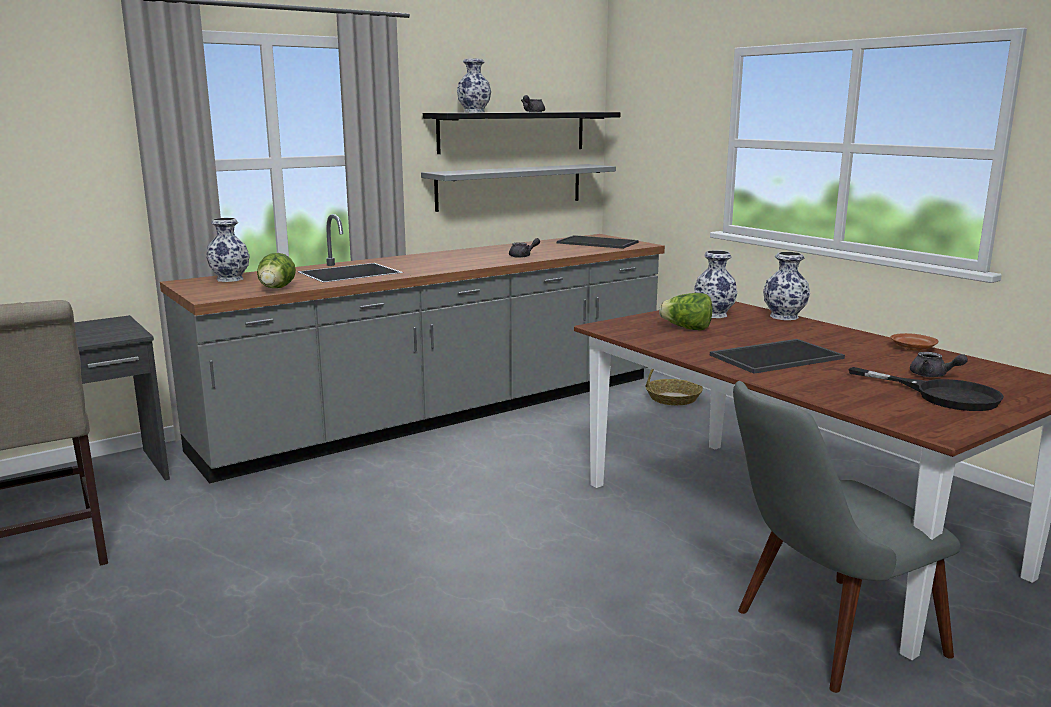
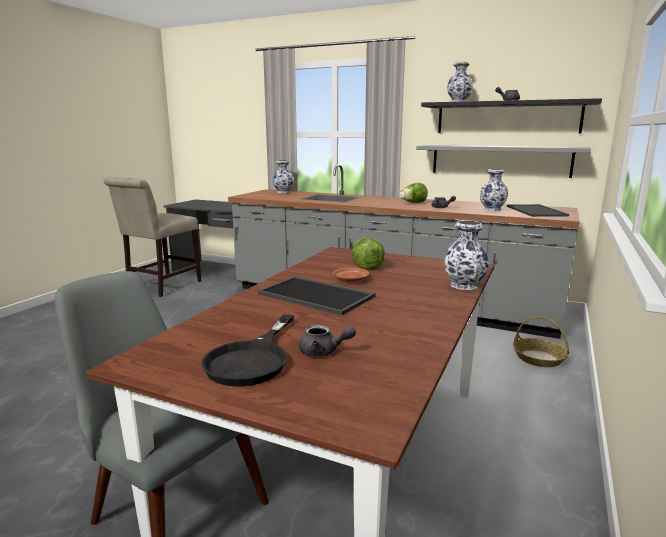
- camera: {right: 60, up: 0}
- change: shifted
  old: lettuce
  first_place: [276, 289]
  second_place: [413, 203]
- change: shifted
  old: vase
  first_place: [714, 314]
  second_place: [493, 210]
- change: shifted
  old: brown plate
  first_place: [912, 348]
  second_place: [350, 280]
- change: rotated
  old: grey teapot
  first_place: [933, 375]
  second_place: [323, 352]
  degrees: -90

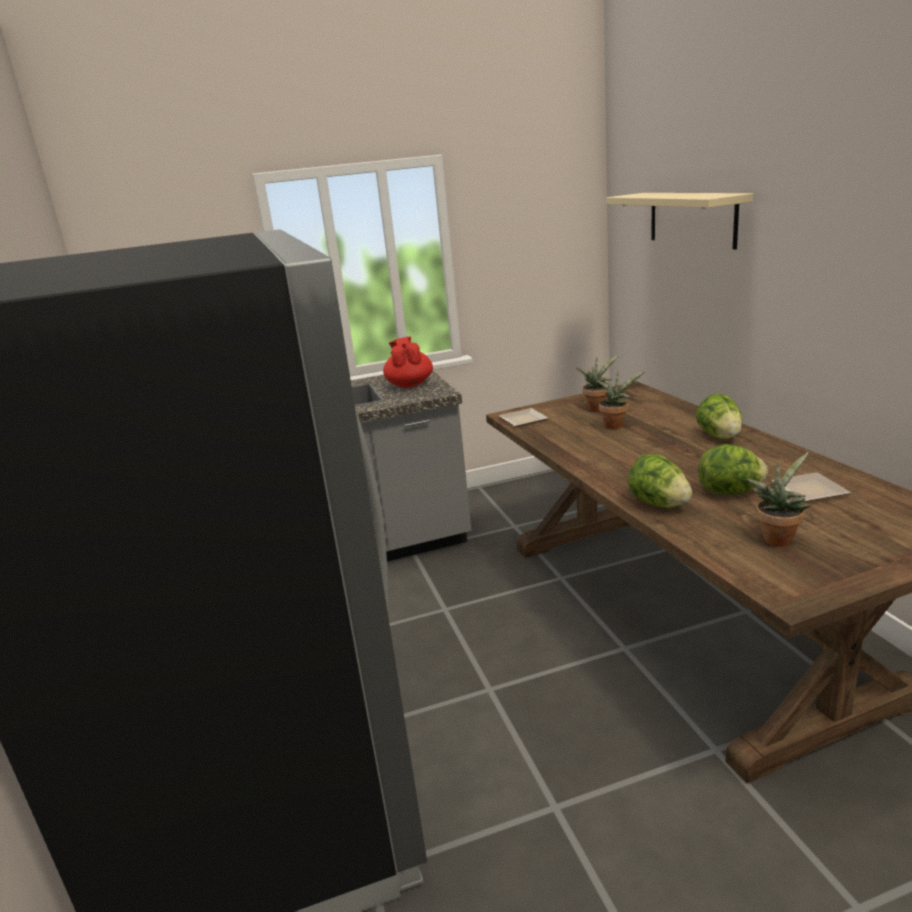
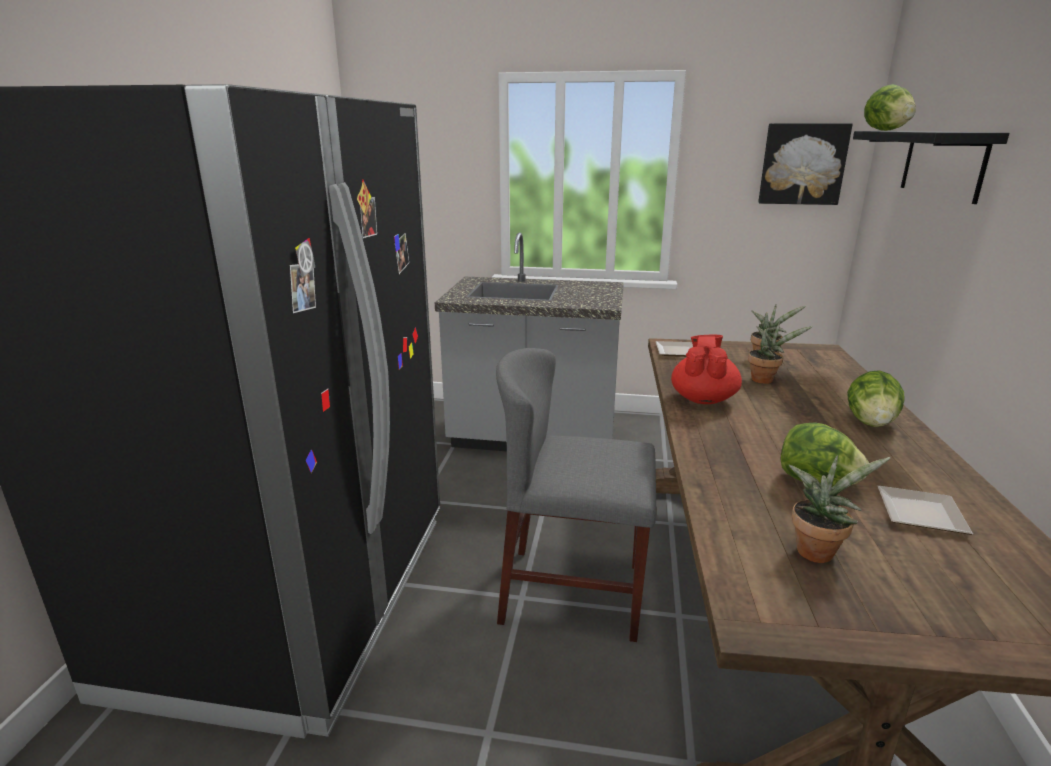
- camera: {right: 25, up: 0}
- change: new
  new: grey chair
  second_place: [572, 592]
- change: new
  new: picture
  second_place: [802, 164]
- change: shifted
  old: red teapot
  first_place: [409, 384]
  second_place: [703, 399]
- change: shifted
  old: lettuce
  first_place: [658, 504]
  second_place: [886, 130]
- change: repainted
  old: beige shelf
  new: black shelf
  first_place: [691, 218]
  second_place: [942, 163]

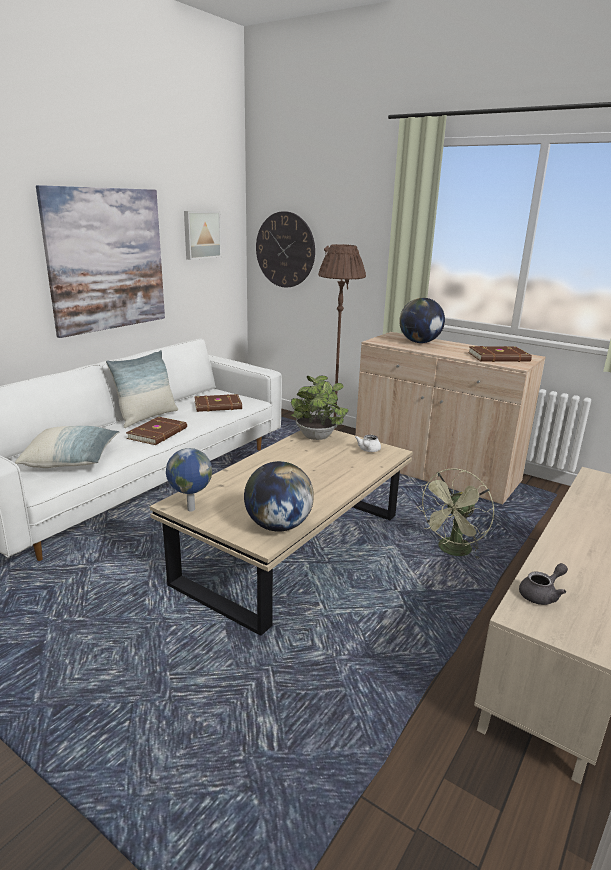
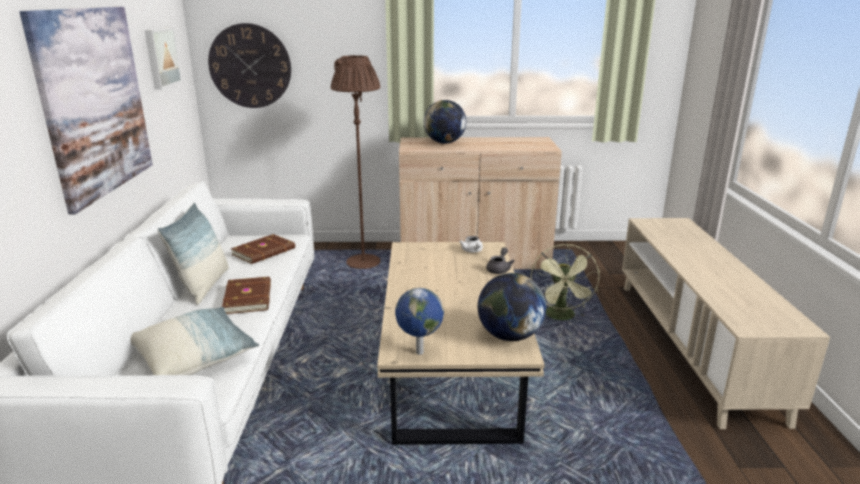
- camera: {right: -35, up: 0}
- change: gone
  old: potted plant
  first_place: [317, 438]
- change: gone
  old: brown book
  first_place: [499, 357]
- change: shifted
  old: grey teapot
  first_place: [542, 595]
  second_place: [499, 269]

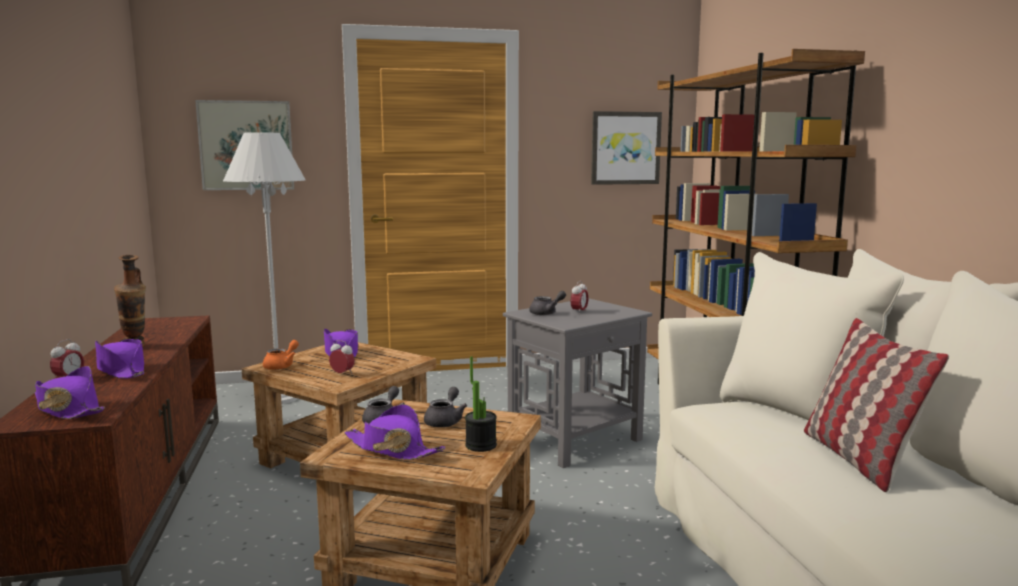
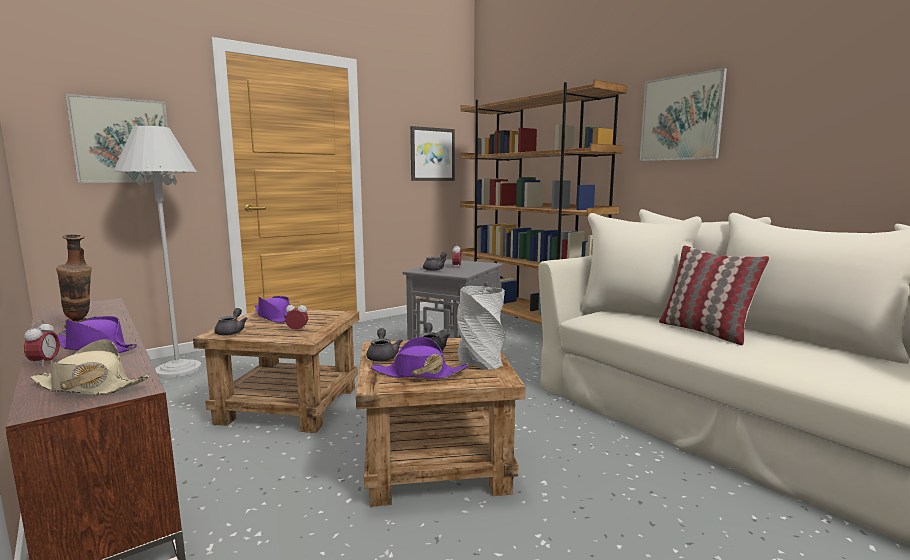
- camera: {right: -25, up: 0}
- change: new
  new: picture
  second_place: [681, 118]
- change: swapped
  old: potted plant
  new: grey vase
  first_place: [481, 445]
  second_place: [480, 360]
- change: repainted
  old: purple hat
  new: beige hat
  first_place: [68, 409]
  second_place: [90, 387]
- change: repainted
  old: orange teapot
  new: grey teapot
  first_place: [282, 366]
  second_place: [231, 331]

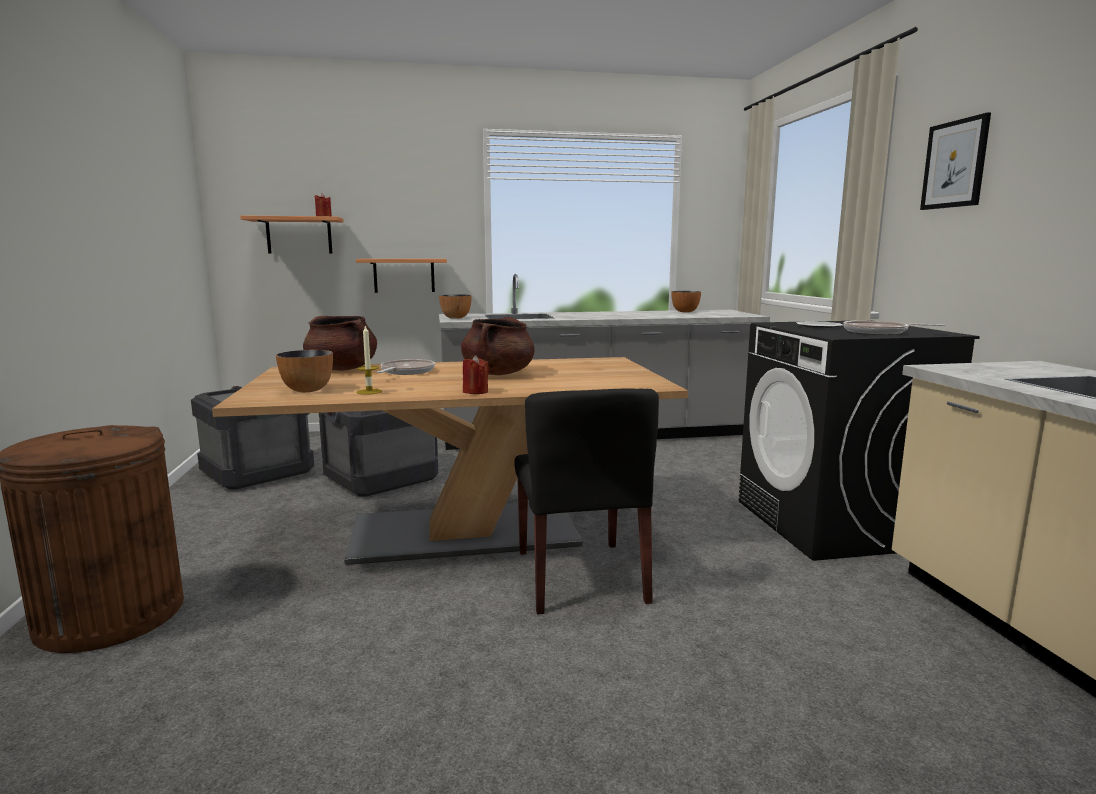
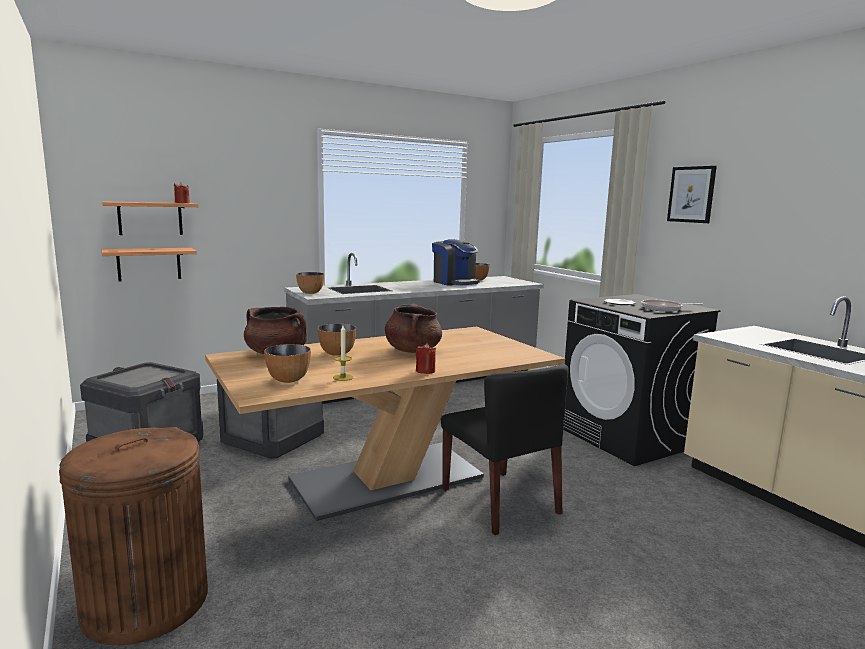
- camera: {right: -20, up: 0}
- change: new
  new: coffee machine
  second_place: [454, 282]
- change: shifted
  old: shelf
  first_place: [404, 275]
  second_place: [149, 264]
- change: swapped
  old: frying pan
  new: bowl
  first_place: [406, 372]
  second_place: [337, 353]

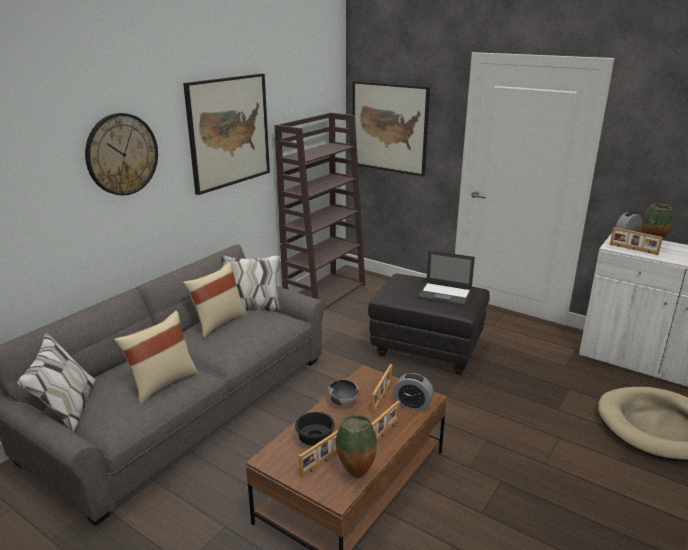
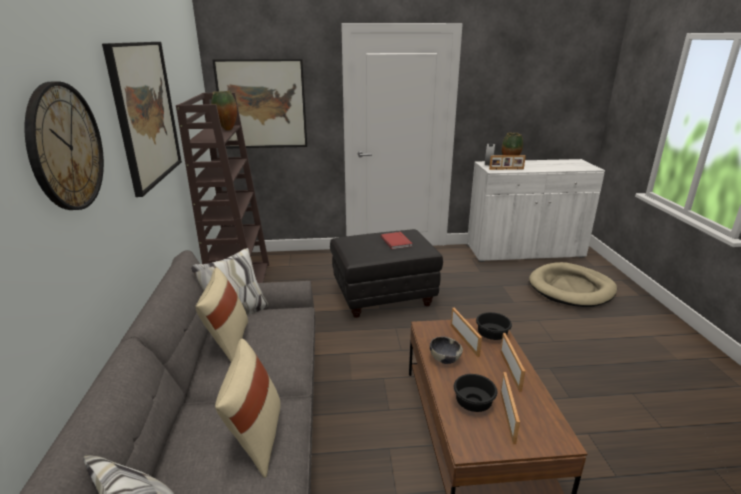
- camera: {right: -40, up: 0}
- change: shifted
  old: vase
  first_place: [355, 473]
  second_place: [226, 130]
- change: swapped
  old: alarm clock
  new: black bowl
  first_place: [412, 404]
  second_place: [492, 334]
- change: swapped
  old: laptop
  new: red book
  first_place: [445, 294]
  second_place: [397, 241]

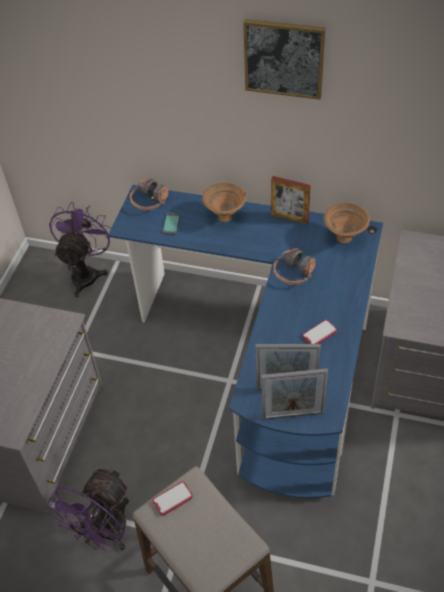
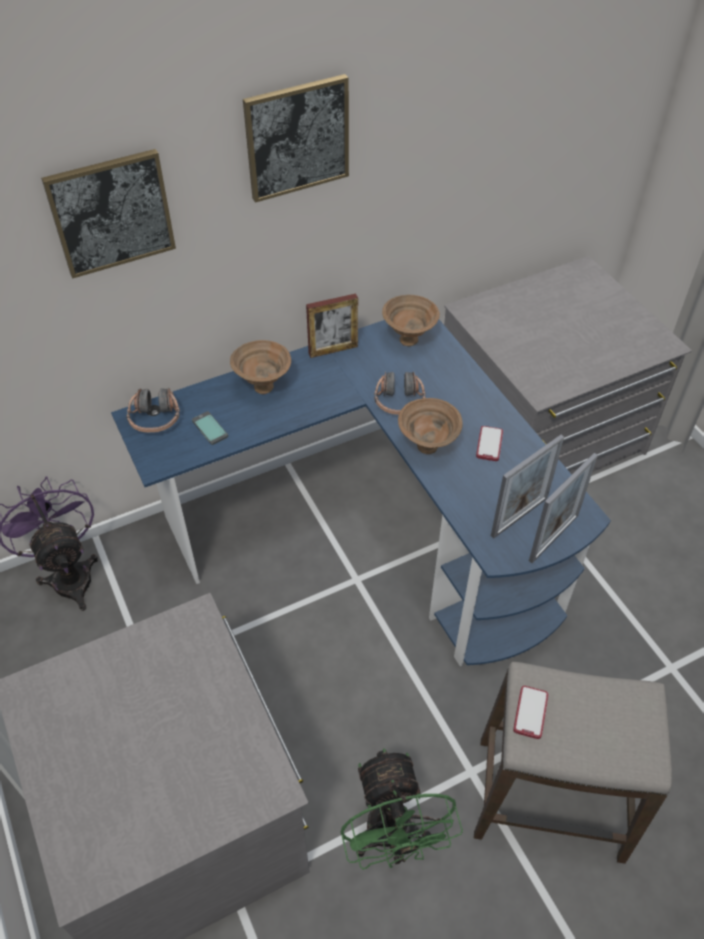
- camera: {right: -45, up: 0}
- change: new
  new: picture
  second_place: [111, 213]
- change: new
  new: brown bowl
  second_place: [428, 447]
- change: repainted
  old: purple fan
  new: green fan
  first_place: [105, 533]
  second_place: [392, 839]

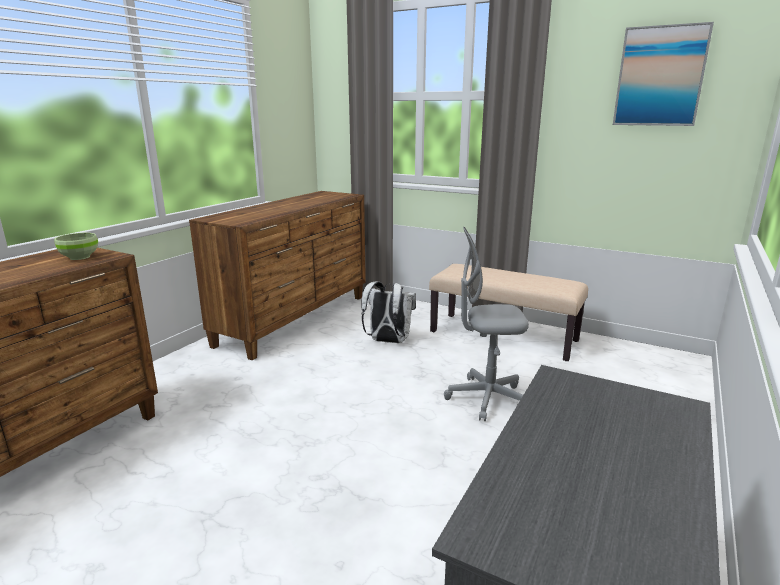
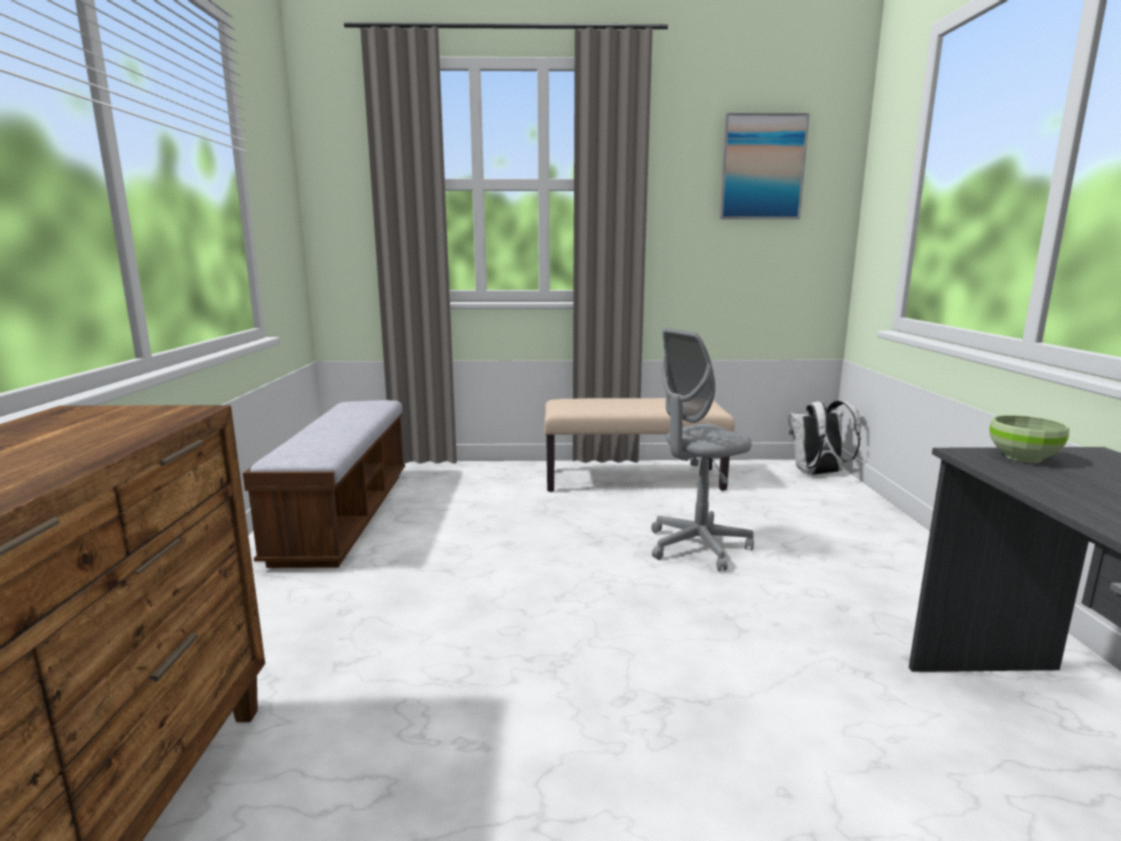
- camera: {right: -30, up: -5}
- change: shifted
  old: green bowl
  first_place: [79, 257]
  second_place: [1022, 458]
- change: shifted
  old: white backpack
  first_place: [387, 341]
  second_place: [818, 473]
- change: swapped
  old: brown dresser
  new: bench
  first_place: [296, 320]
  second_place: [344, 515]

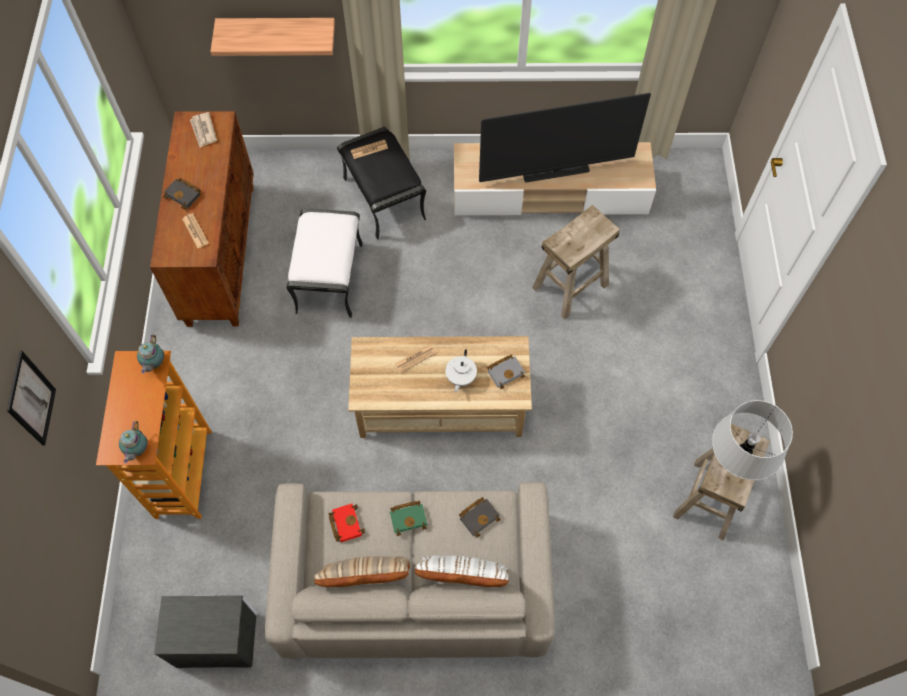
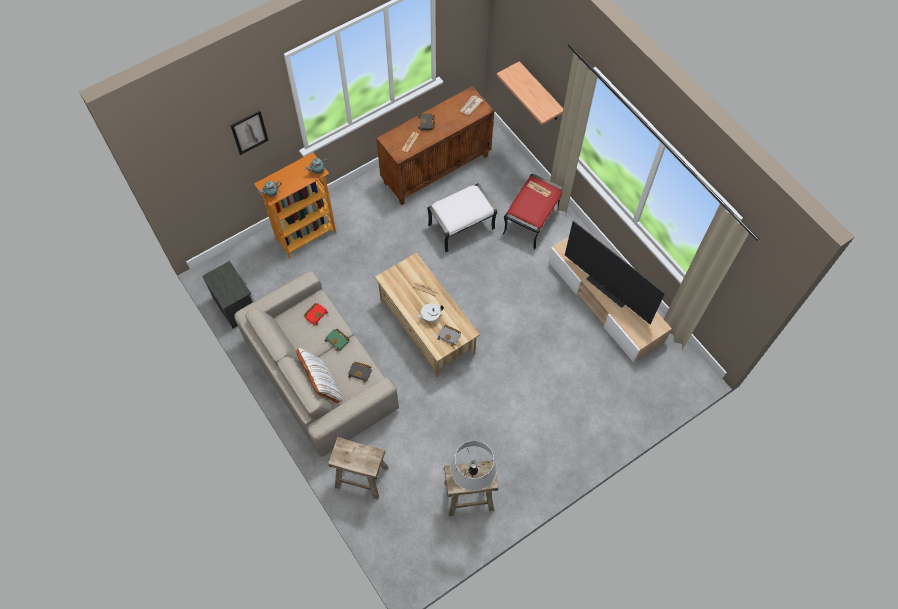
- camera: {right: 55, up: 0}
- change: gone
  old: beige pillow
  first_place: [367, 581]
- change: shifted
  old: beige stool
  first_place: [570, 286]
  second_place: [361, 477]
- change: repainted
  old: black ottoman
  new: red ottoman
  first_place: [383, 198]
  second_place: [531, 220]

